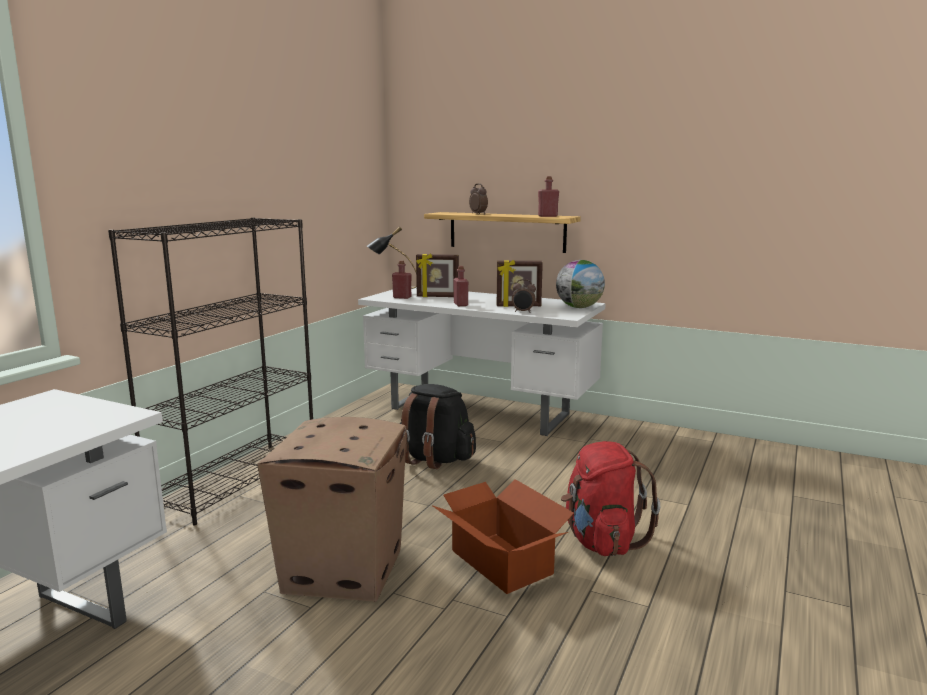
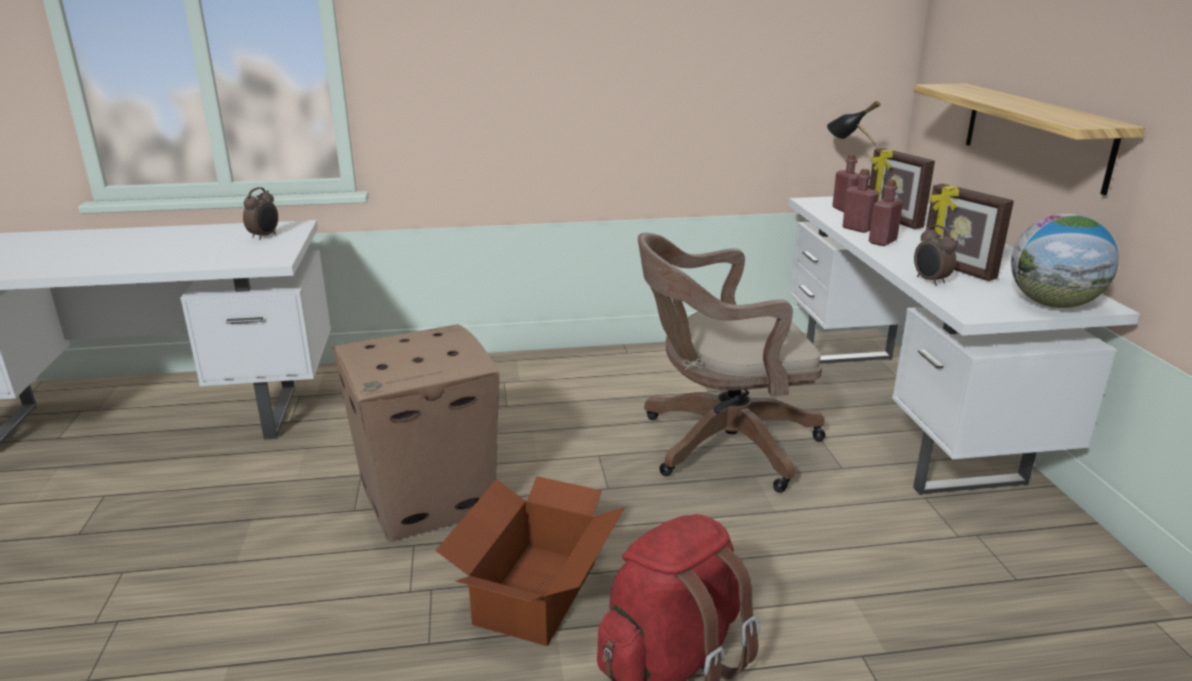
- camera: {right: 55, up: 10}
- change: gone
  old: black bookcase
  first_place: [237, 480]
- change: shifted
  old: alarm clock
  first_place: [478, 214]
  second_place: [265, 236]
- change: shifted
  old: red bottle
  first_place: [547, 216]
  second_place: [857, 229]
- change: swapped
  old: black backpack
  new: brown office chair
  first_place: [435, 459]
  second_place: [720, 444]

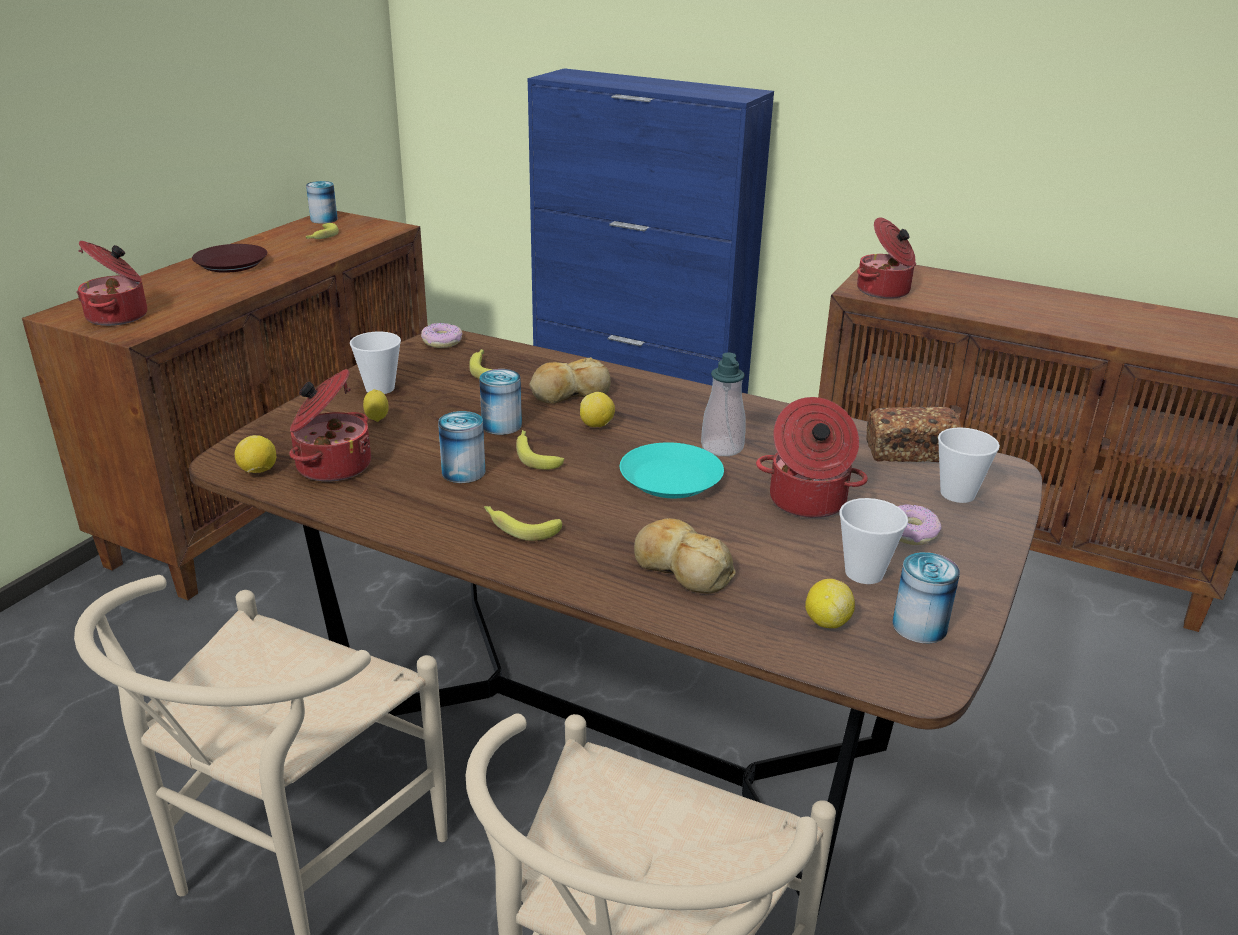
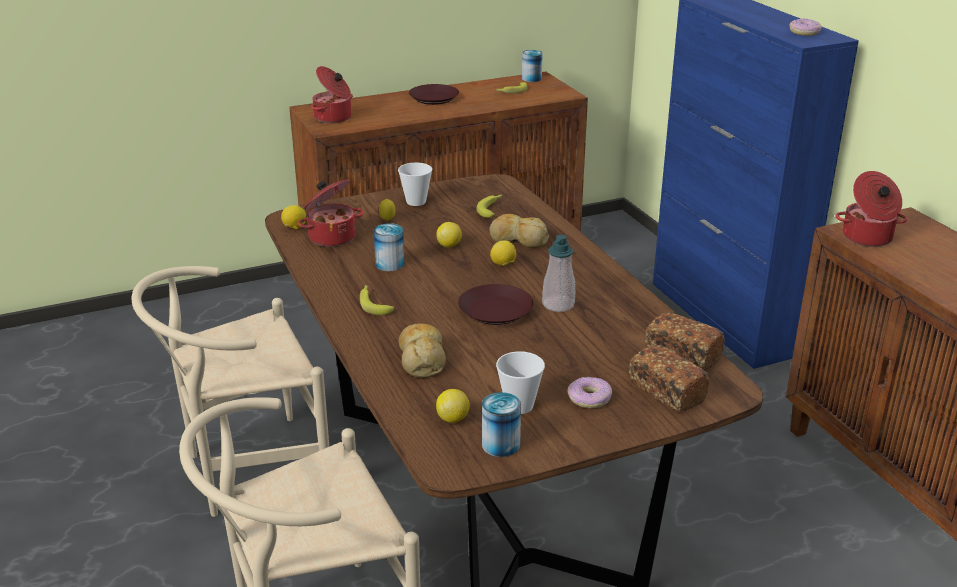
- camera: {right: 40, up: 0}
- change: gone
  old: banana
  first_place: [535, 455]
- change: gone
  old: cooking pot
  first_place: [807, 502]
- change: shifted
  old: donut
  first_place: [442, 342]
  second_place: [804, 32]
- change: swapped
  old: can
  new: lemon
  first_place: [501, 425]
  second_place: [449, 245]
- change: swapped
  old: cup
  new: bread
  first_place: [957, 494]
  second_place: [666, 391]
- change: repainted
  old: turquoise plate
  new: brown plate
  first_place: [670, 478]
  second_place: [495, 310]

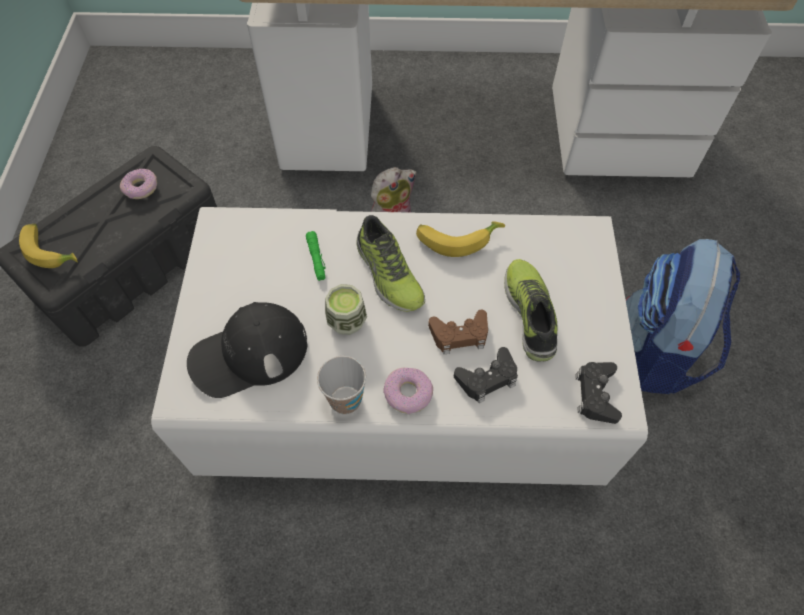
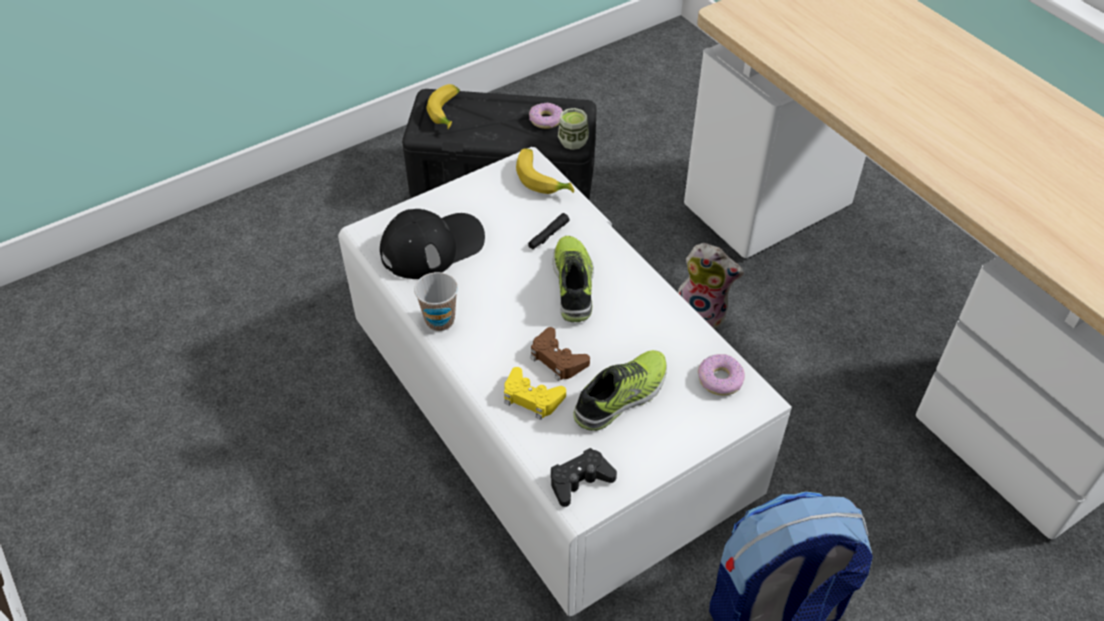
- camera: {right: 55, up: -10}
- change: shifted
  old: cup
  first_place: [347, 321]
  second_place: [573, 141]
- change: shifted
  old: donut
  first_place: [408, 394]
  second_place: [719, 380]
- change: shifted
  old: banana
  first_place: [457, 238]
  second_place: [543, 179]
- change: repainted
  old: green flashlight
  new: black flashlight
  first_place: [317, 259]
  second_place: [548, 235]
- change: repainted
  old: black game controller
  new: yellow game controller
  first_place: [487, 378]
  second_place: [532, 398]
- change: rotated
  old: black cap
  first_place: [249, 354]
  second_place: [432, 246]
  degrees: 120
- change: rotated
  old: shoe
  first_place: [388, 274]
  second_place: [574, 284]
  degrees: 150

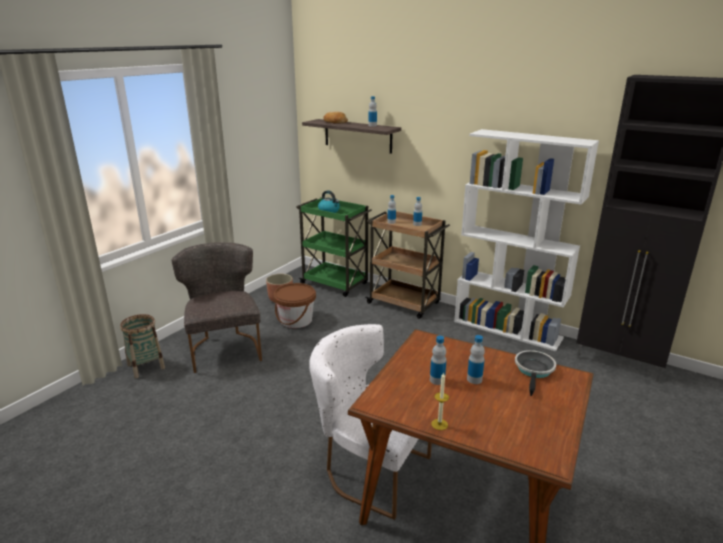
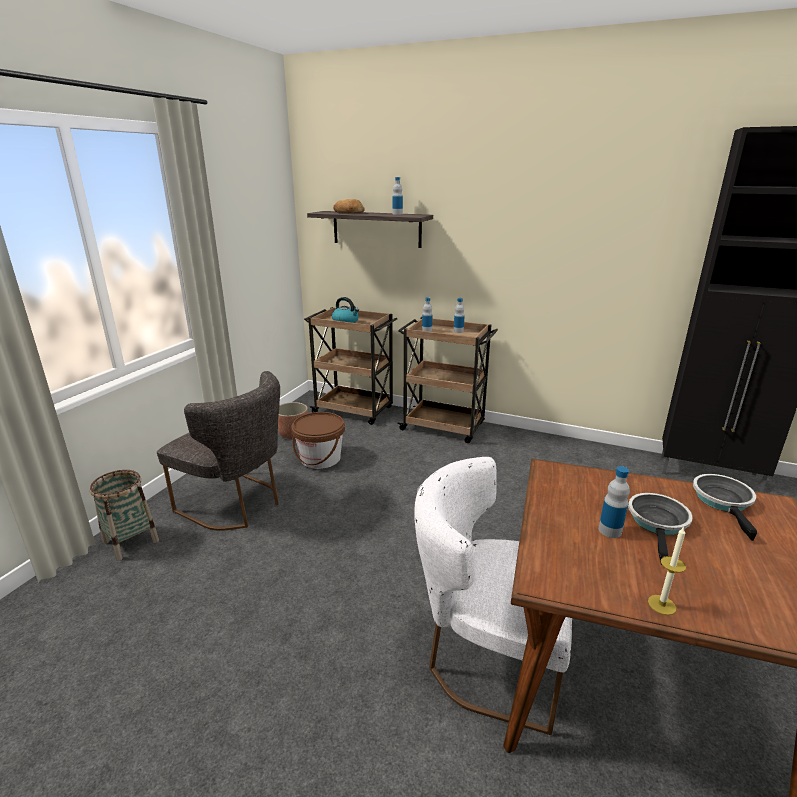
- camera: {right: -10, up: 0}
- change: gone
  old: white bookcase
  first_place: [508, 329]
- change: swapped
  old: bottle
  new: frying pan
  first_place: [474, 379]
  second_place: [658, 524]
- change: repainted
  old: green cart
  new: brown cart
  first_place: [335, 284]
  second_place: [354, 410]
- change: rotated
  old: grey chair
  first_place: [225, 348]
  second_place: [237, 504]
  degrees: 150

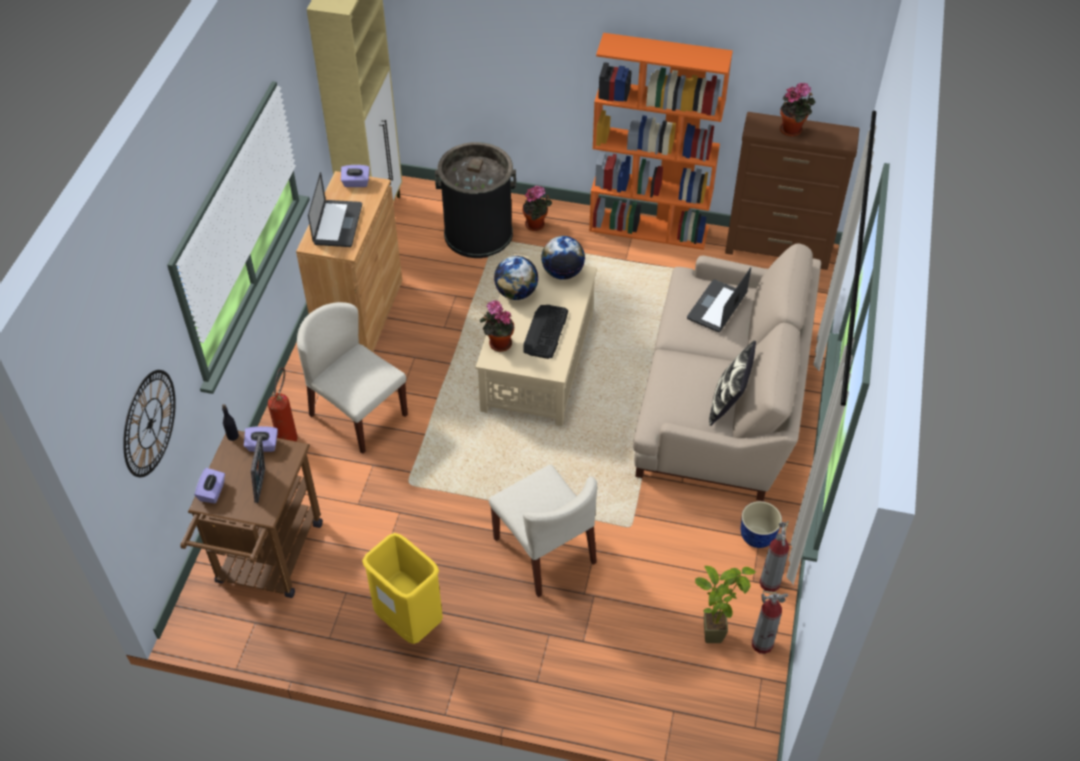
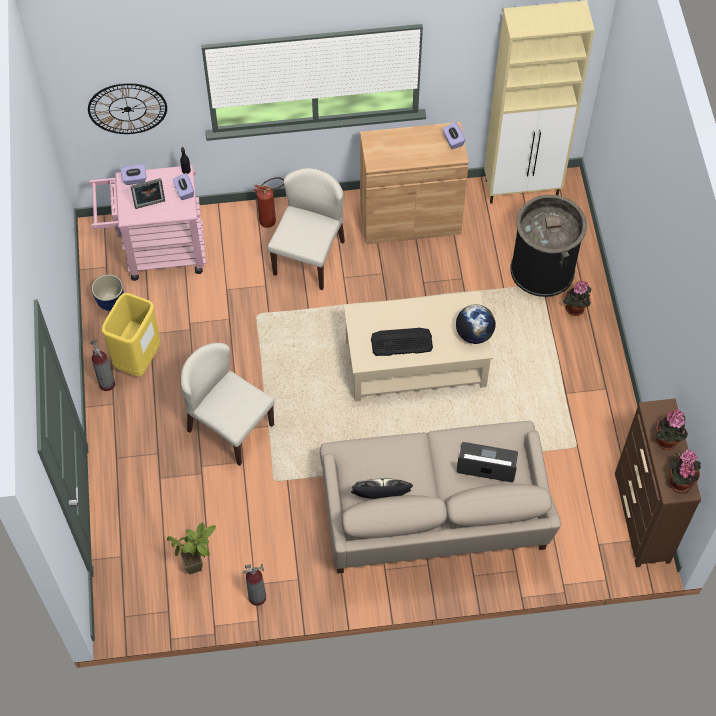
- camera: {right: 70, up: 10}
- change: gone
  old: laptop
  first_place: [338, 224]
- change: gone
  old: globe
  first_place: [516, 293]
- change: gone
  old: orange bookcase
  first_place: [649, 229]
- change: shifted
  old: potted plant
  first_place: [498, 343]
  second_place: [679, 481]
- change: shifted
  old: planter
  first_place: [757, 537]
  second_place: [110, 302]
- change: shifted
  old: fire extinguisher
  first_place: [762, 644]
  second_place: [107, 384]
- change: repainted
  old: brown cart
  new: pink cart
  first_place: [266, 561]
  second_place: [157, 253]
- change: rotated
  old: beige chair
  first_place: [545, 551]
  second_place: [230, 427]
  degrees: 90

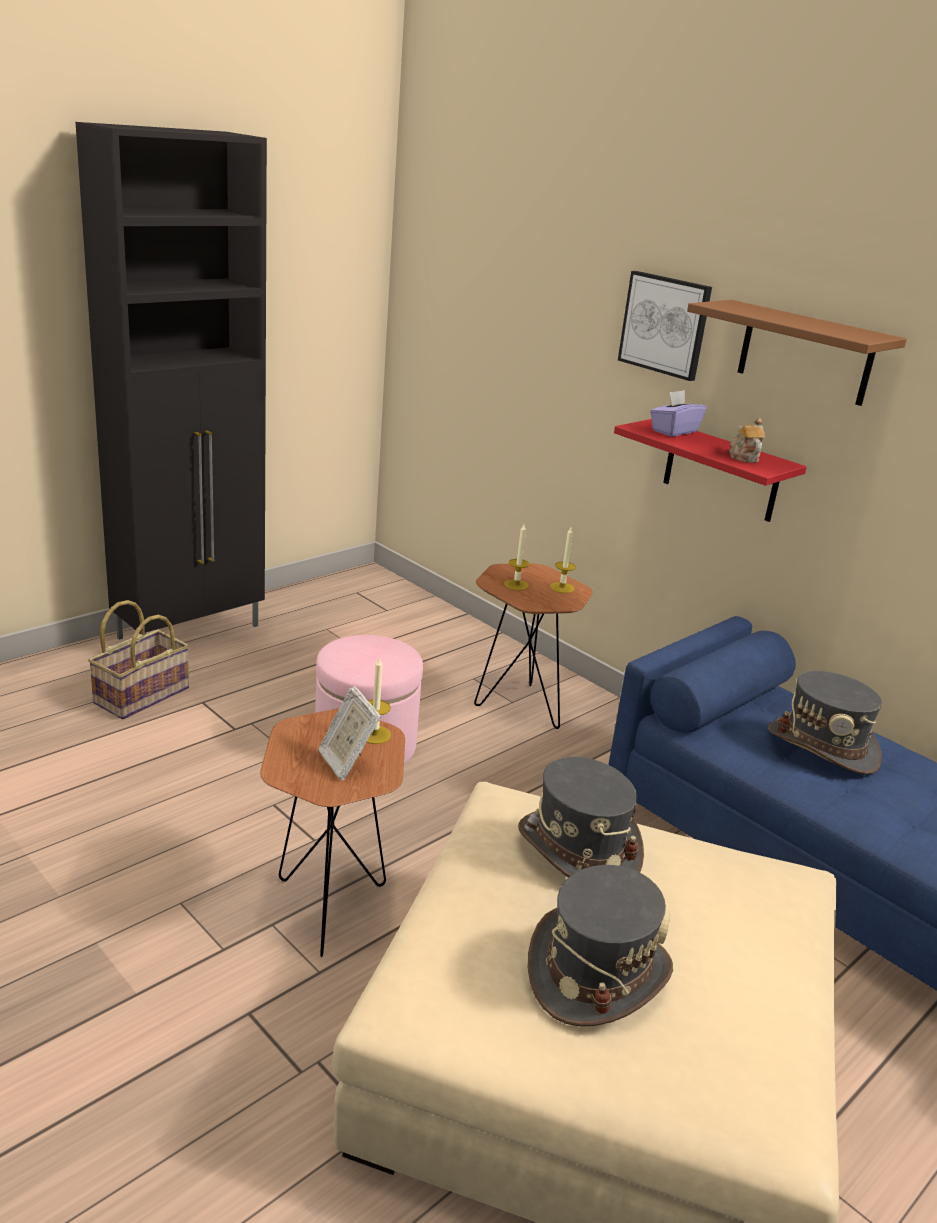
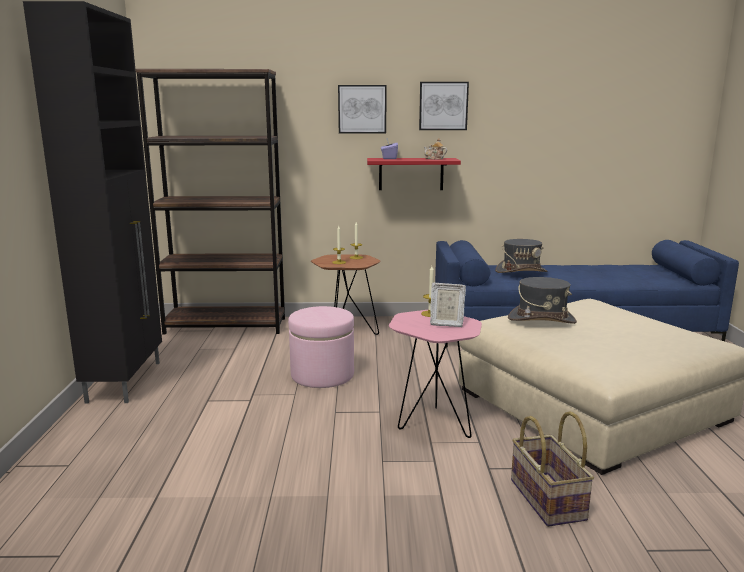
- camera: {right: -45, up: -10}
- change: gone
  old: grey hat
  first_place: [597, 972]
- change: new
  new: brown bookcase
  second_place: [226, 326]
- change: shifted
  old: basket
  first_place: [141, 695]
  second_place: [545, 499]
- change: swapped
  old: brown shelf
  new: picture
  first_place: [805, 353]
  second_place: [443, 106]
- change: repainted
  old: brown side table
  new: pink side table
  first_place: [329, 902]
  second_place: [432, 423]

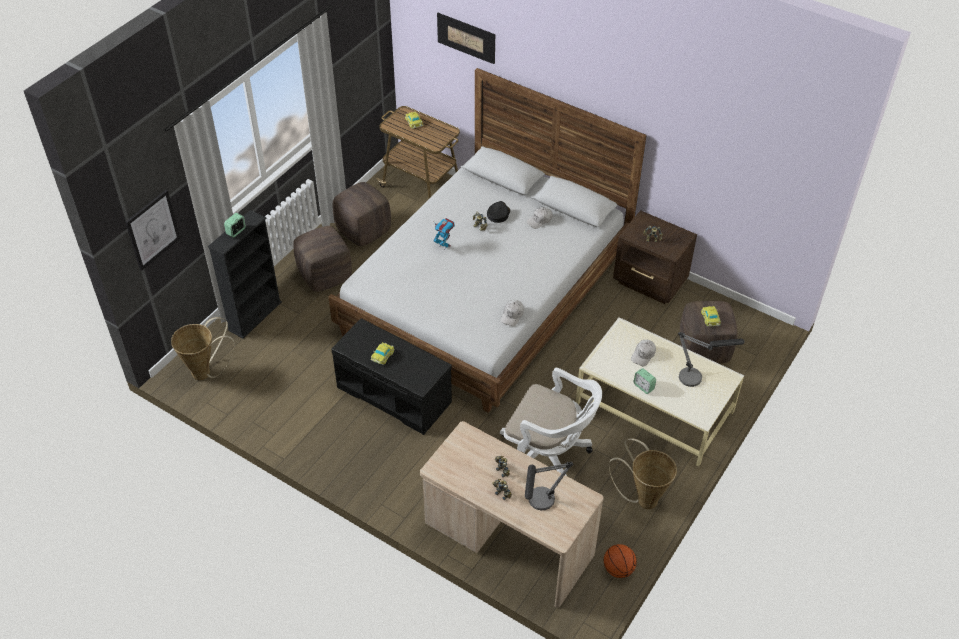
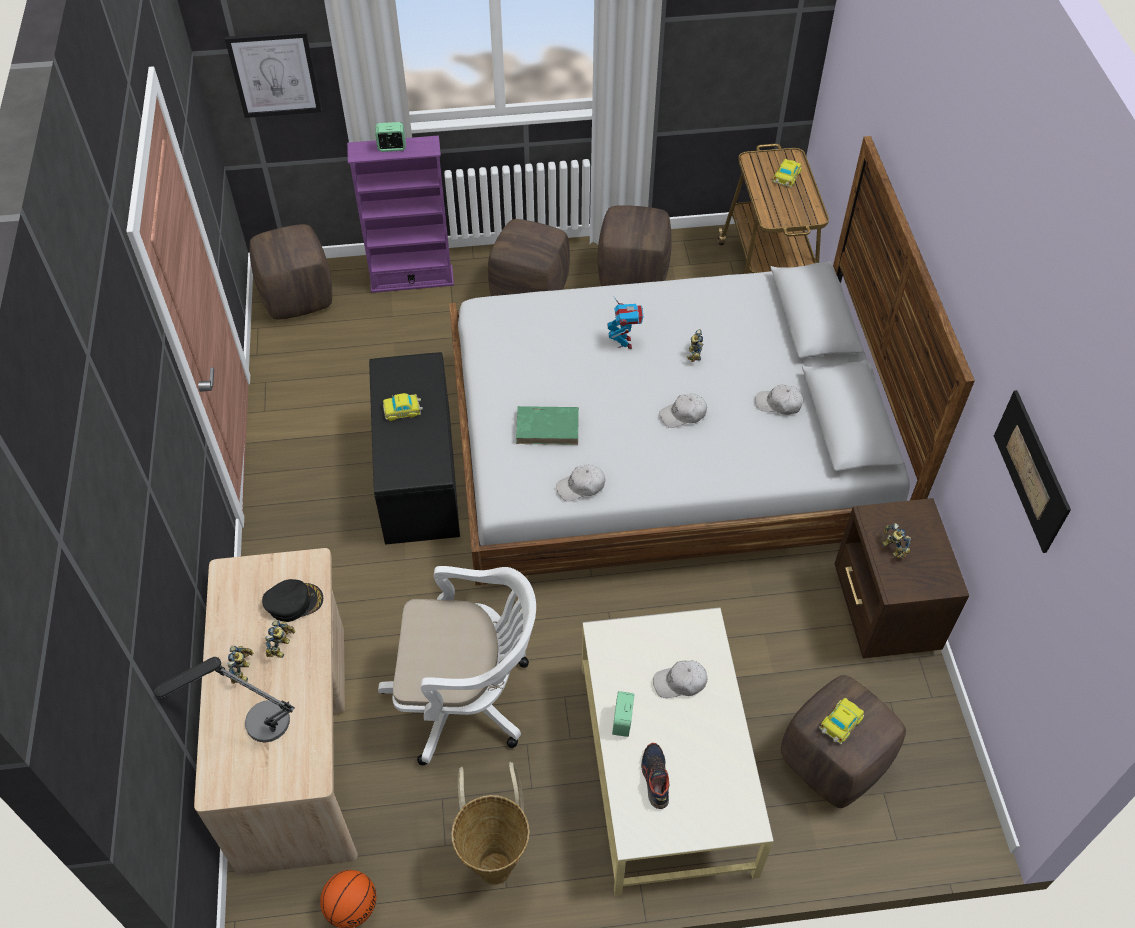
- camera: {right: 50, up: 5}
- change: gone
  old: table lamp
  first_place: [697, 378]
- change: new
  new: green book
  second_place: [548, 427]
- change: new
  new: shoe
  second_place: [655, 778]
- change: new
  new: white cap
  second_place: [683, 415]
- change: shifted
  old: picture
  first_place: [466, 38]
  second_place: [1031, 470]
- change: shifted
  old: black cap
  first_place: [498, 214]
  second_place: [294, 602]
- change: swapped
  old: basket
  new: brown ottoman
  first_place: [206, 372]
  second_place: [297, 298]
- change: repainted
  old: black bookcase
  new: purple bookcase
  first_place: [254, 316]
  second_place: [412, 279]
- change: rotated
  old: white office chair
  first_place: [548, 457]
  second_place: [467, 698]
  degrees: -75

